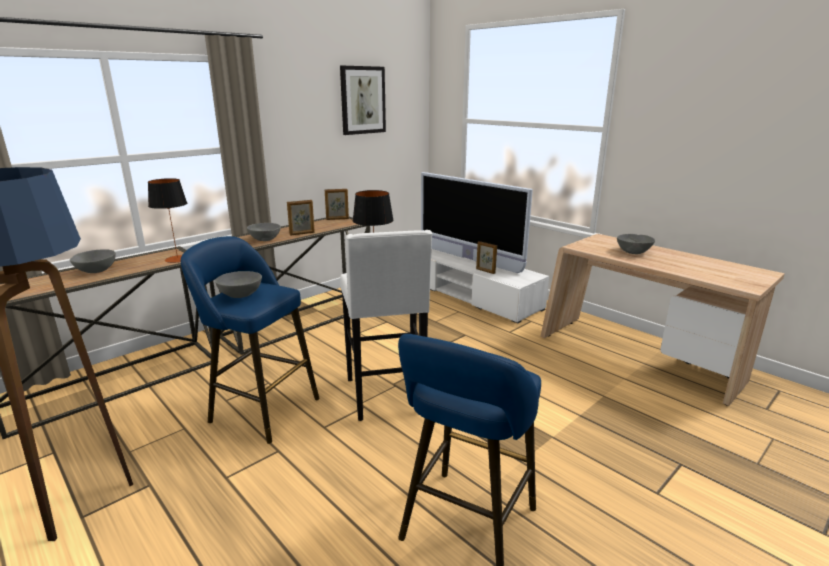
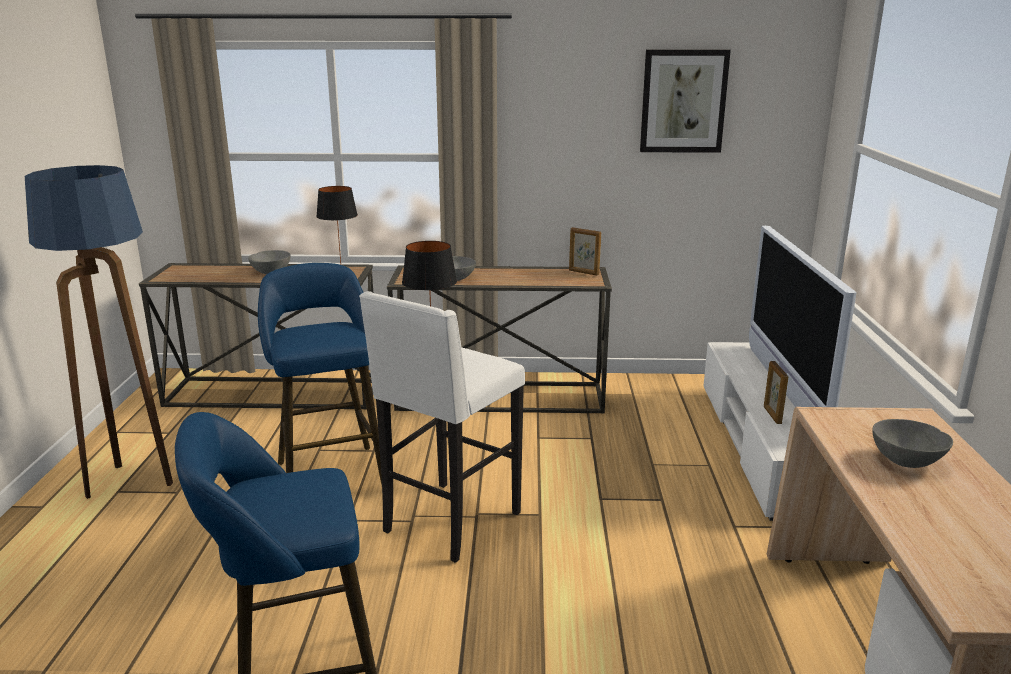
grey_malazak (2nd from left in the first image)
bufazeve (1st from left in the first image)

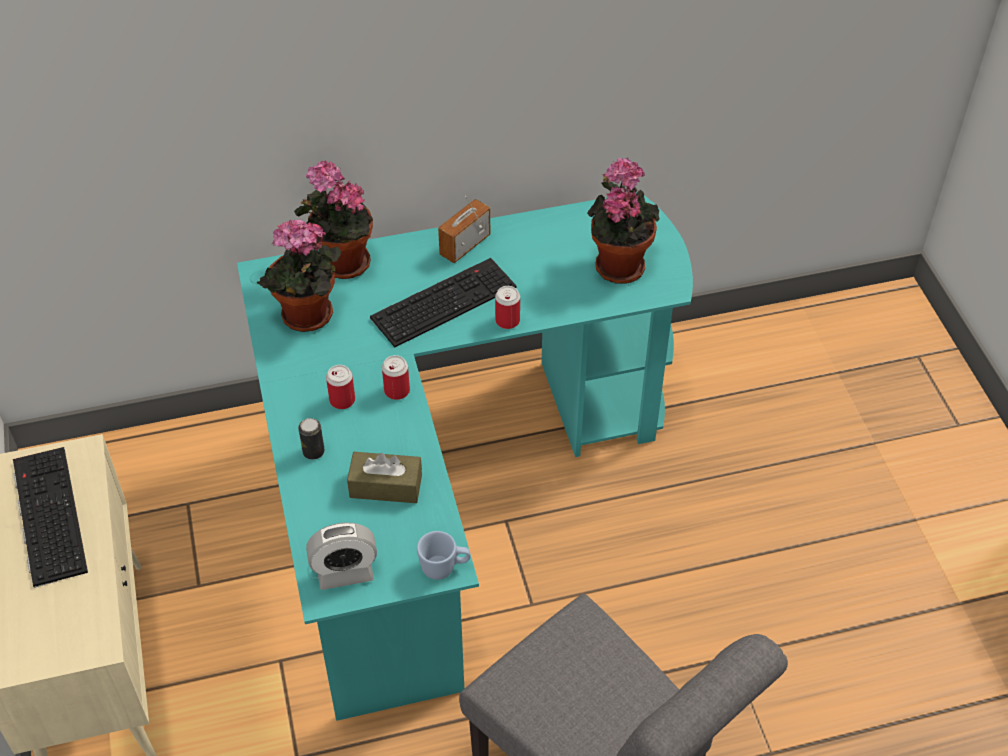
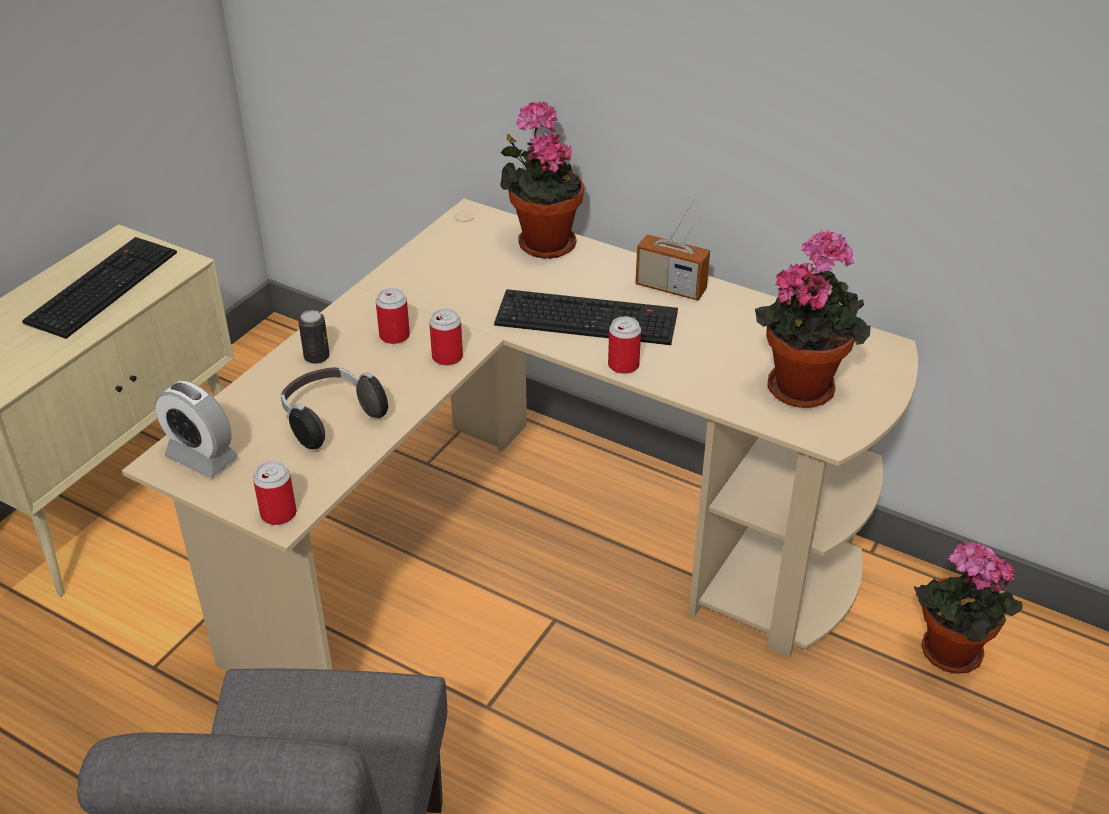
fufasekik (3rd from left)
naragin
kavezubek (1st from left)
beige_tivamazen
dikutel

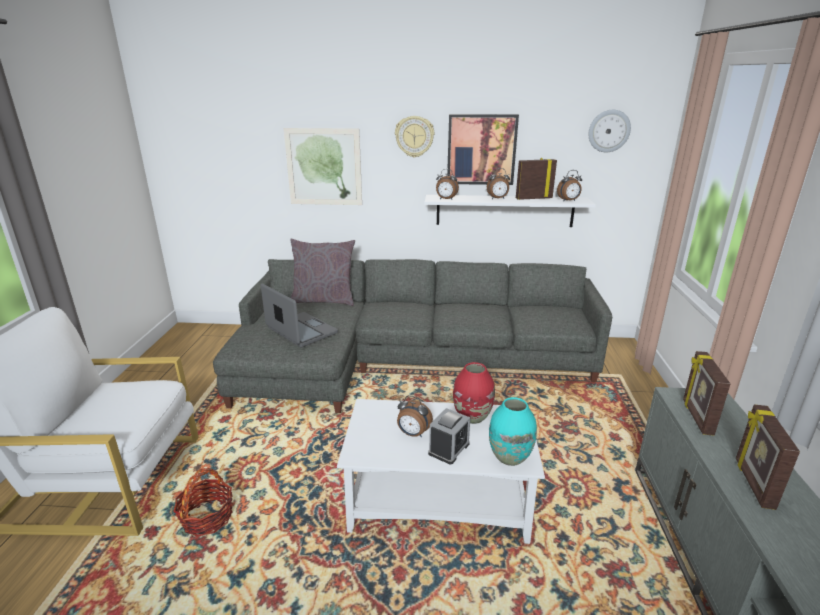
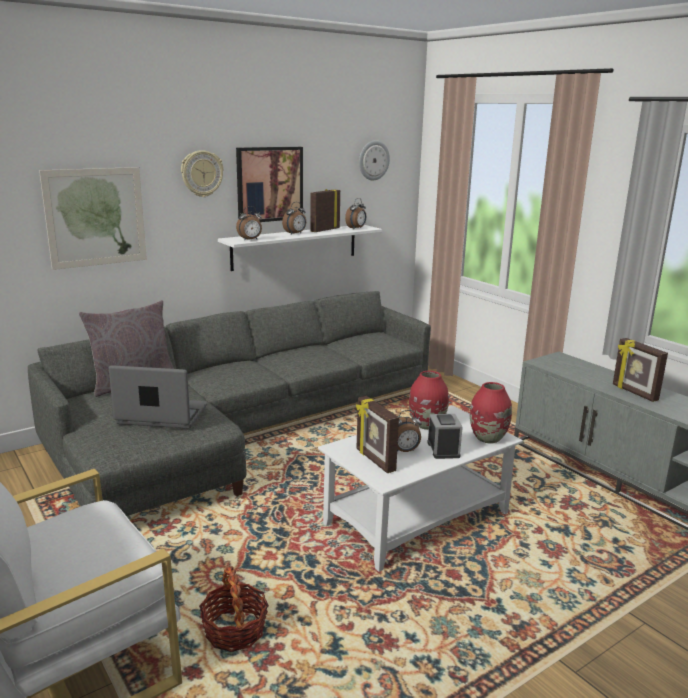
bufazeve (2nd from left)
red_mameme (2nd from left)

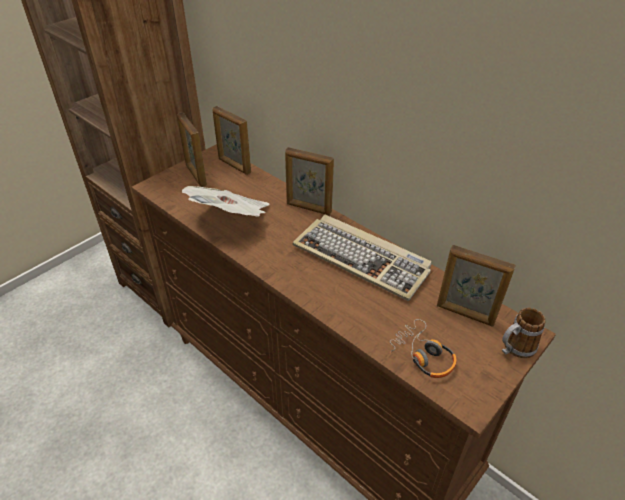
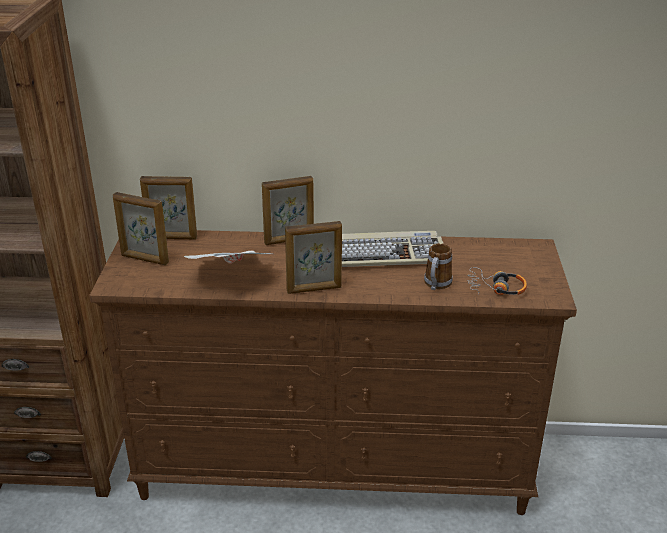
bufazeve (4th from left)
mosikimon

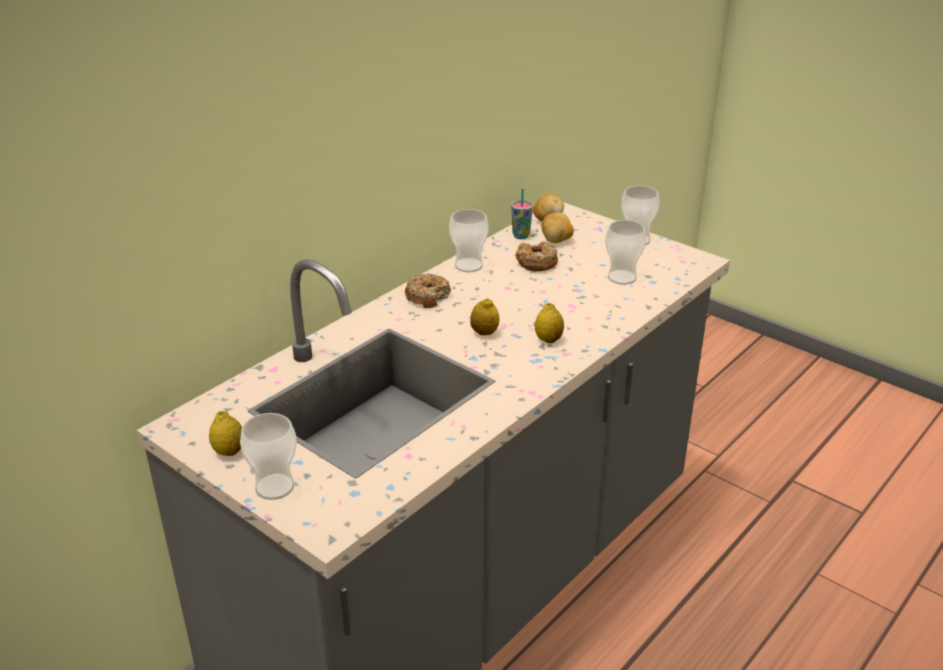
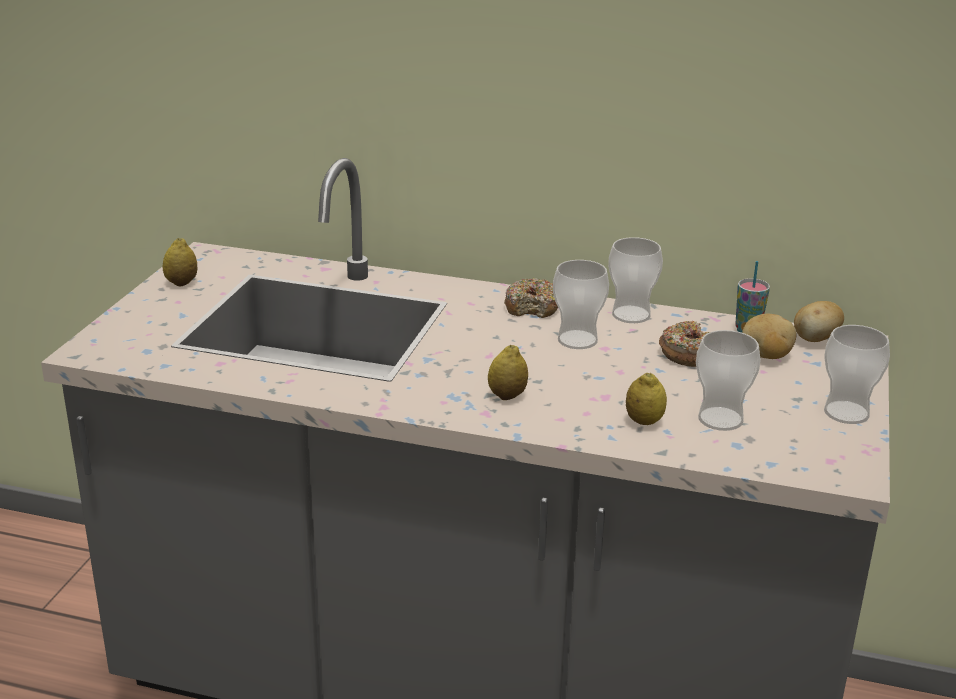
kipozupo (1st from left)
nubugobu (3rd from left)

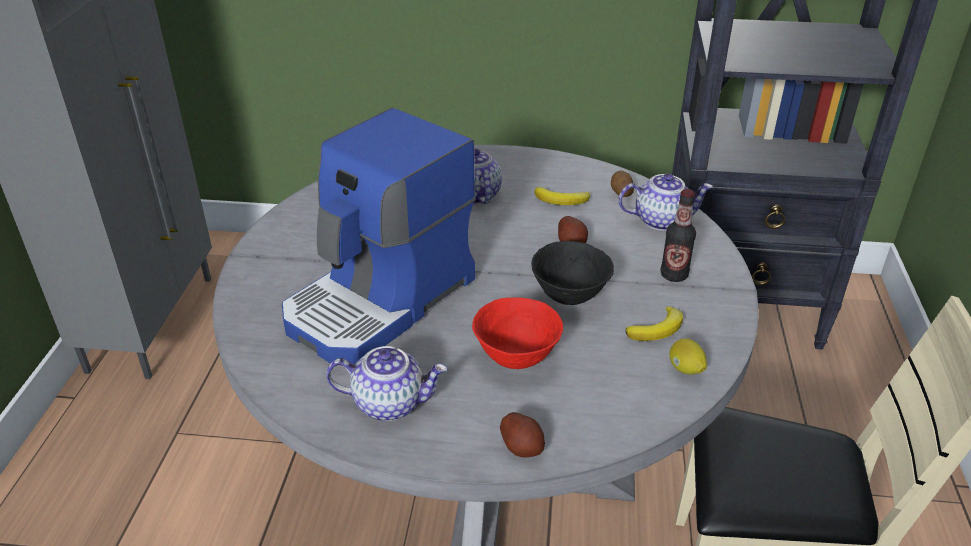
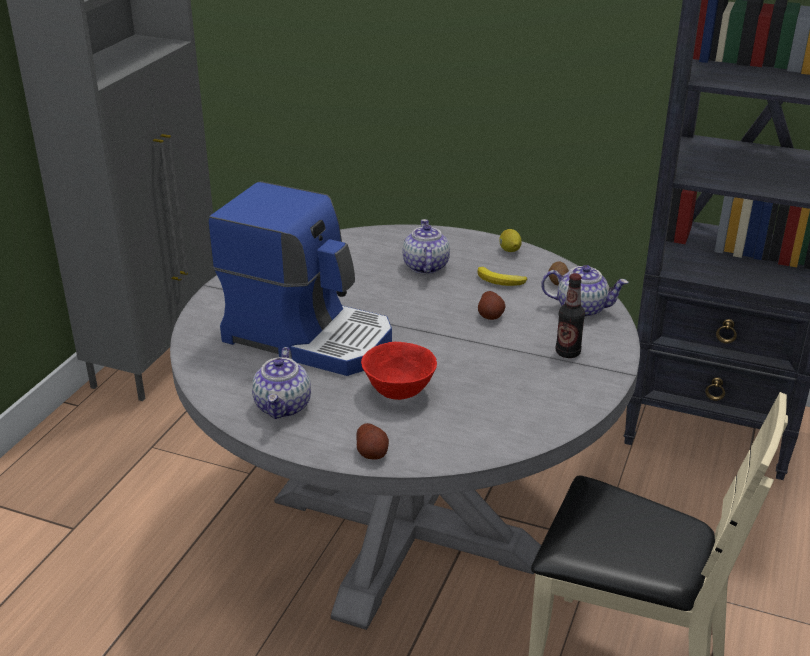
black_malazak
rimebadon (2nd from left in the first image)
nubugobu
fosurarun
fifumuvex (1st from left)

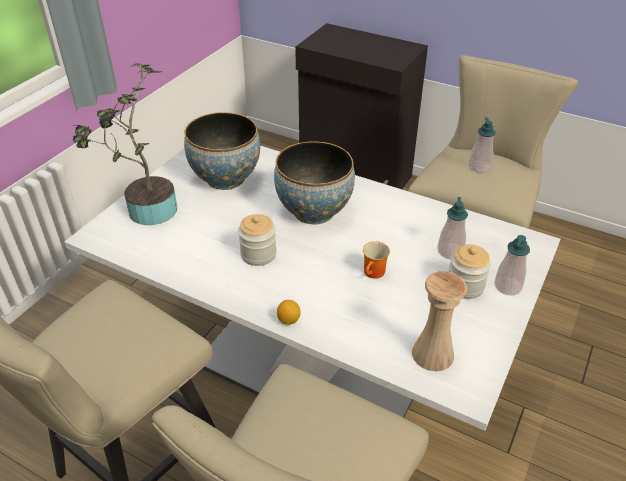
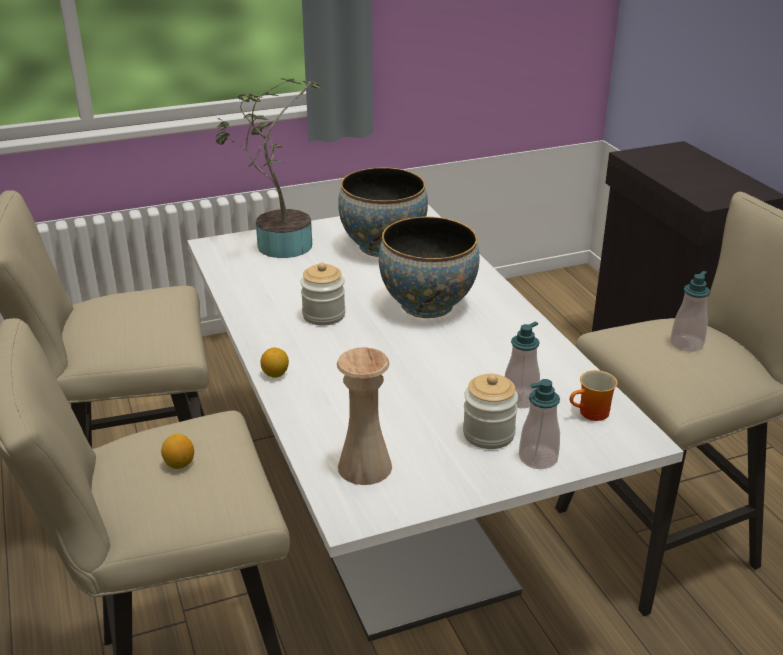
nubugobu (1st from left)
mosikimon

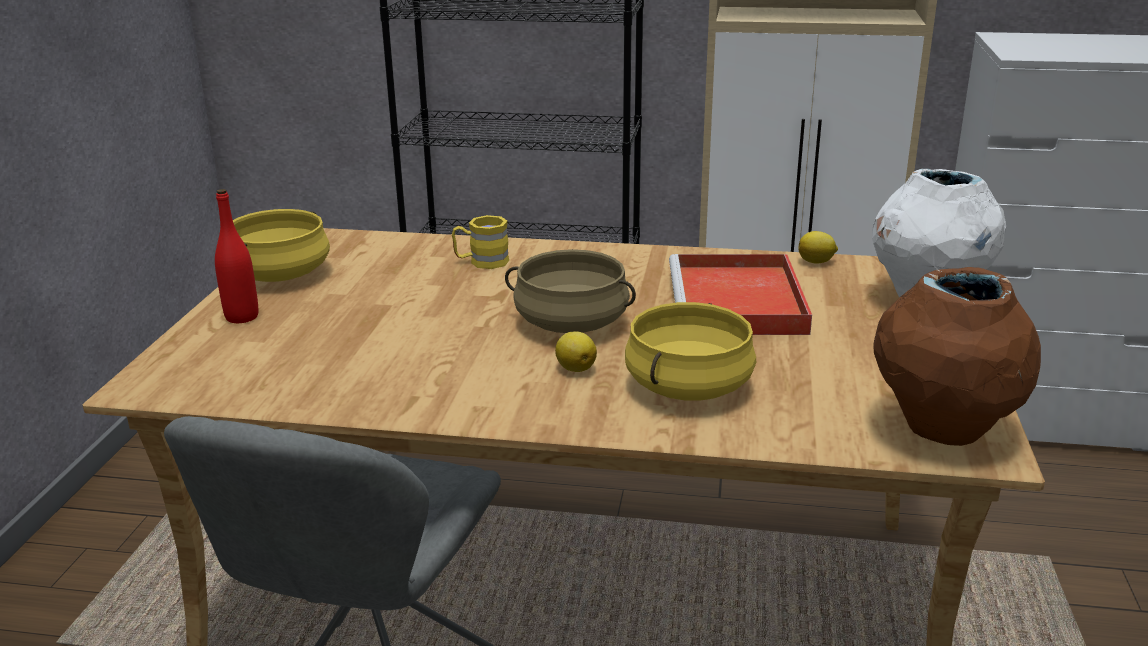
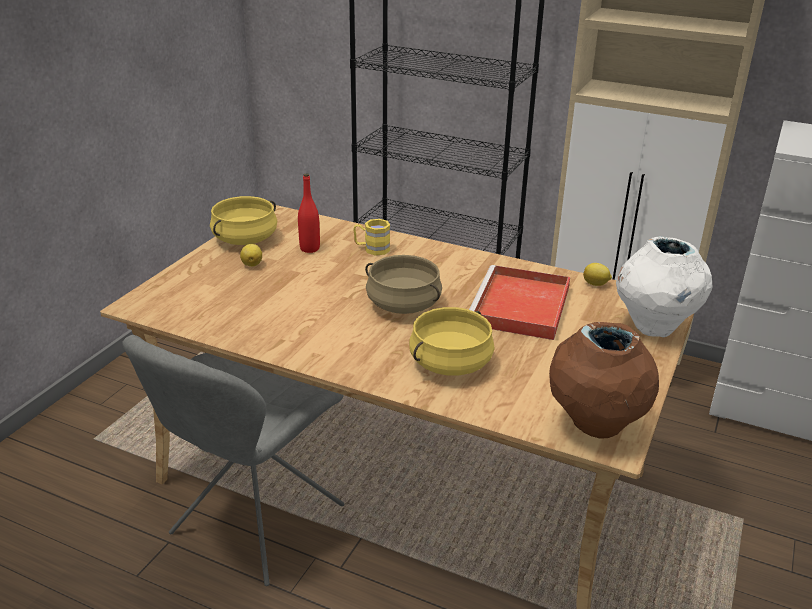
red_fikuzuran
nubugobu (1st from left)

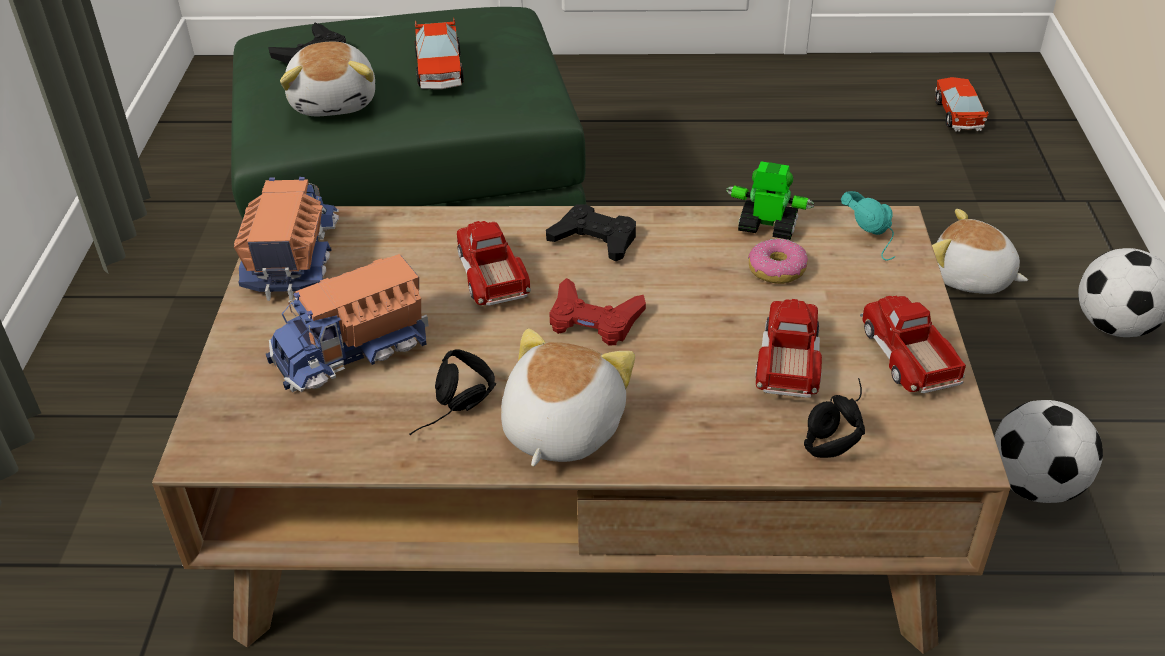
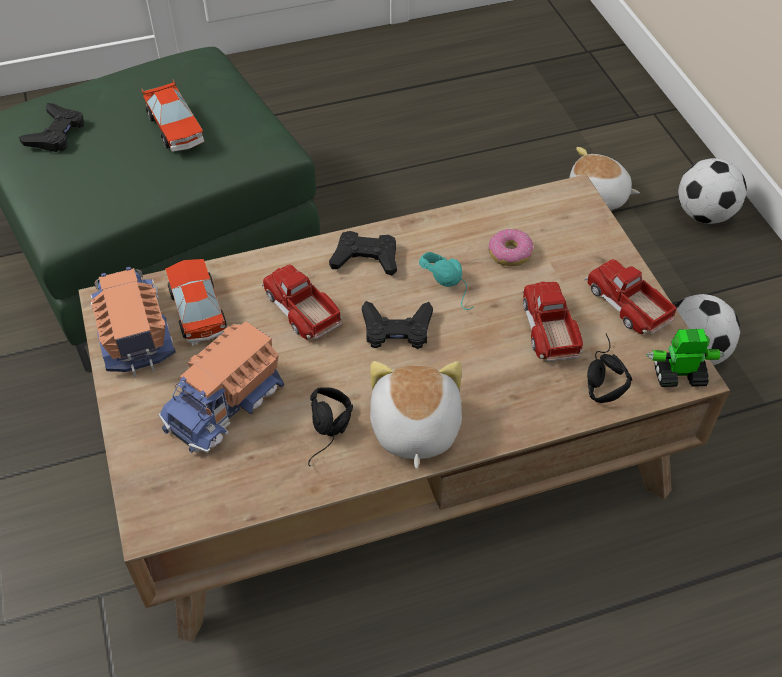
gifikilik (1st from left in the first image)
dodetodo
turquoise_naragin
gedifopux (2nd from left)
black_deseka (3rd from left)

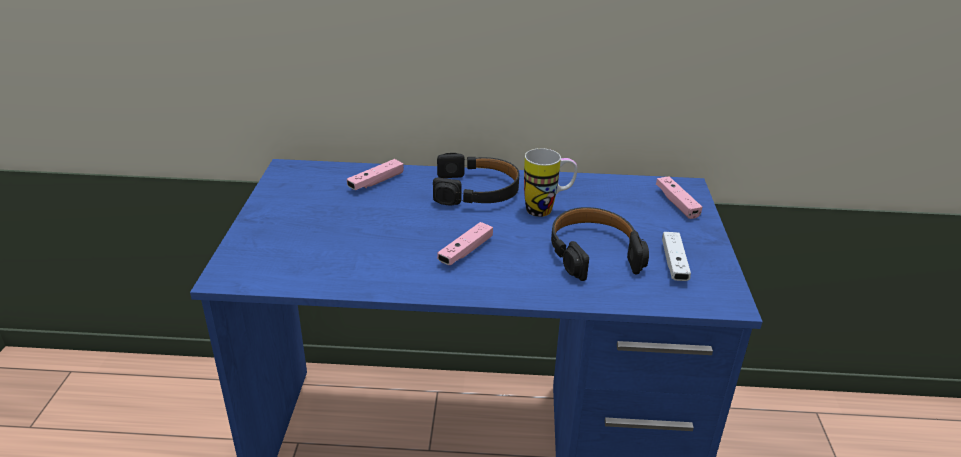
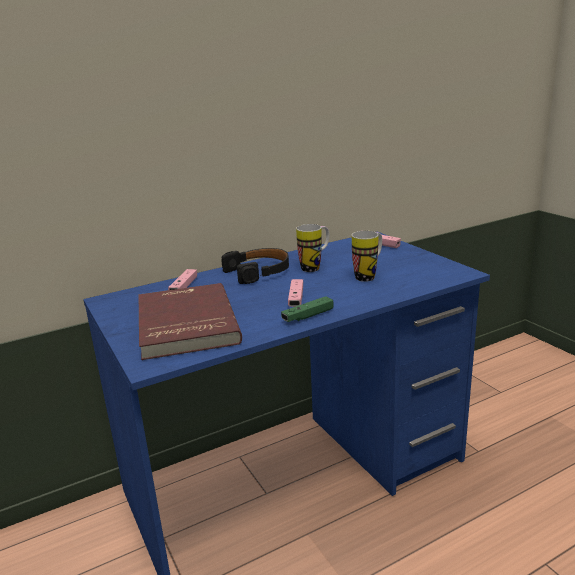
white_deseka
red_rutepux
green_deseka
mosikimon (2nd from left)

